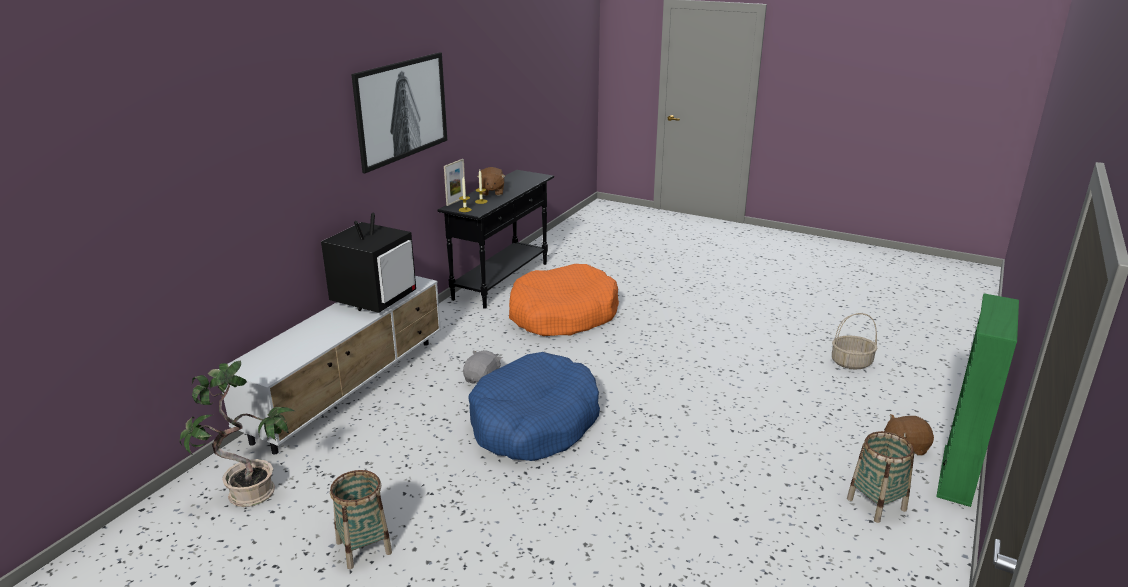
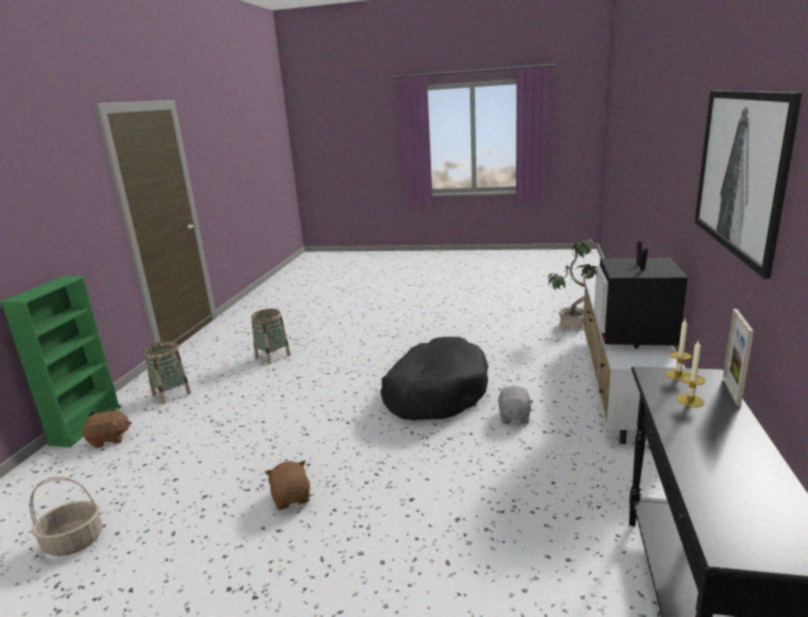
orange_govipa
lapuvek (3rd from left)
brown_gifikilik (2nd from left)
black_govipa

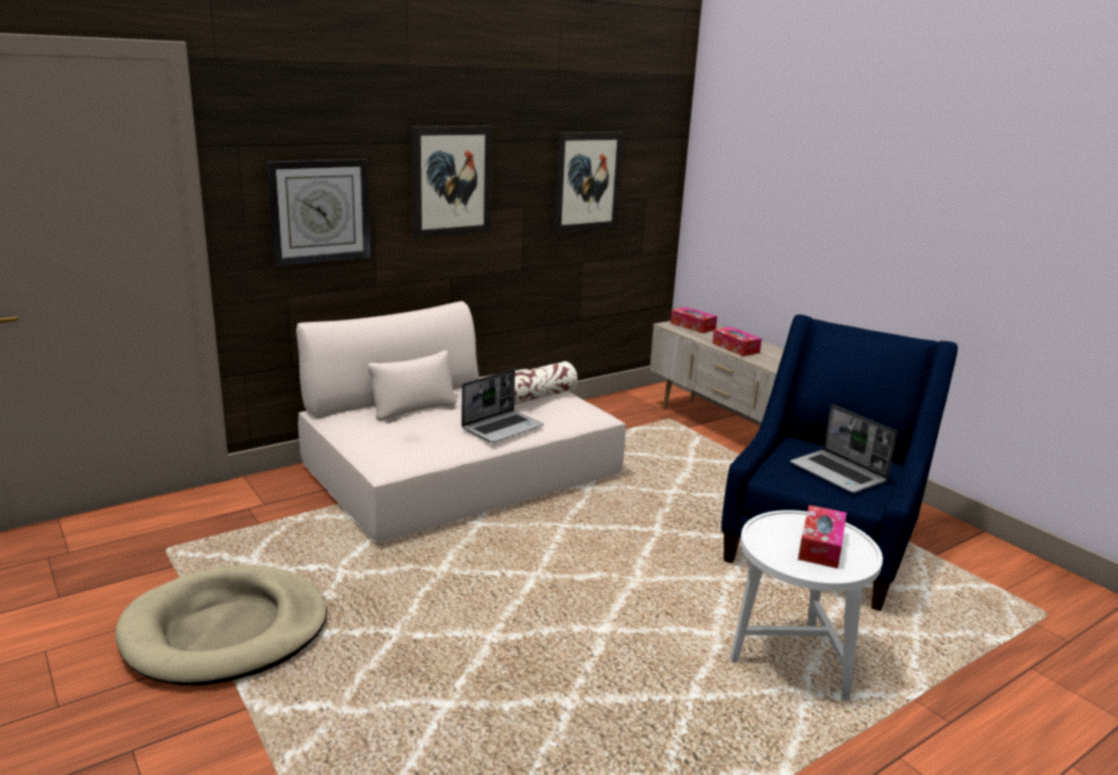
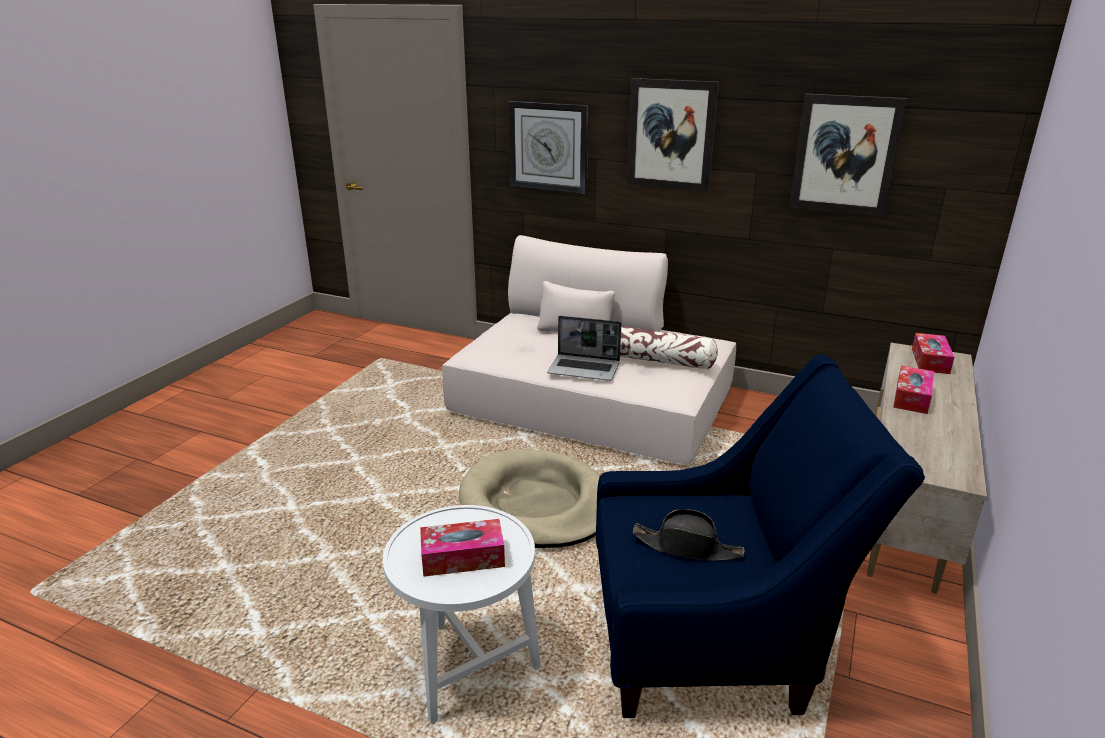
beige_govipa
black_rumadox

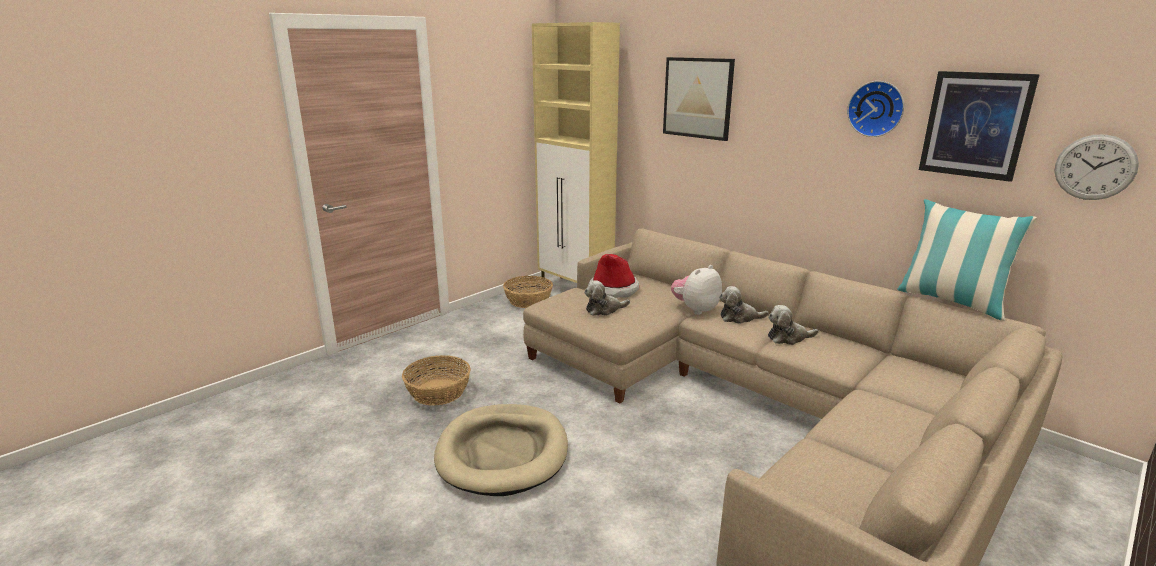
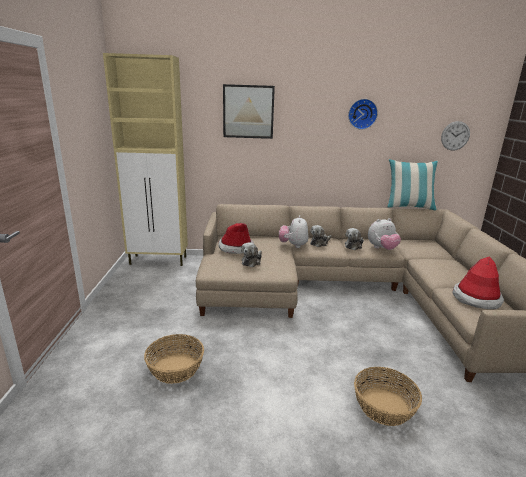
beige_govipa
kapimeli (2nd from left in the first image)
gifikilik (5th from left)
rumadox (2nd from left)
lapuvek (2nd from left)

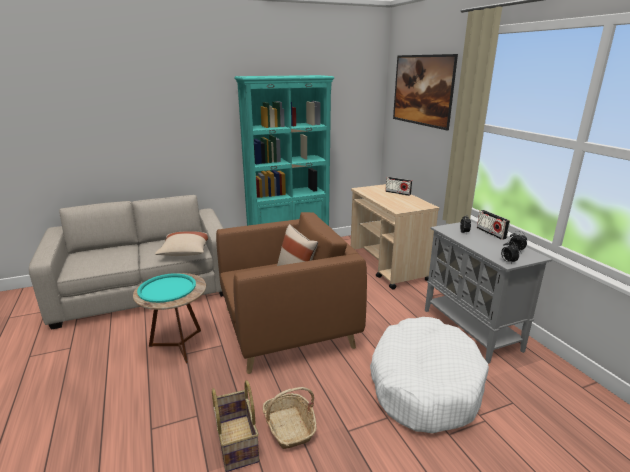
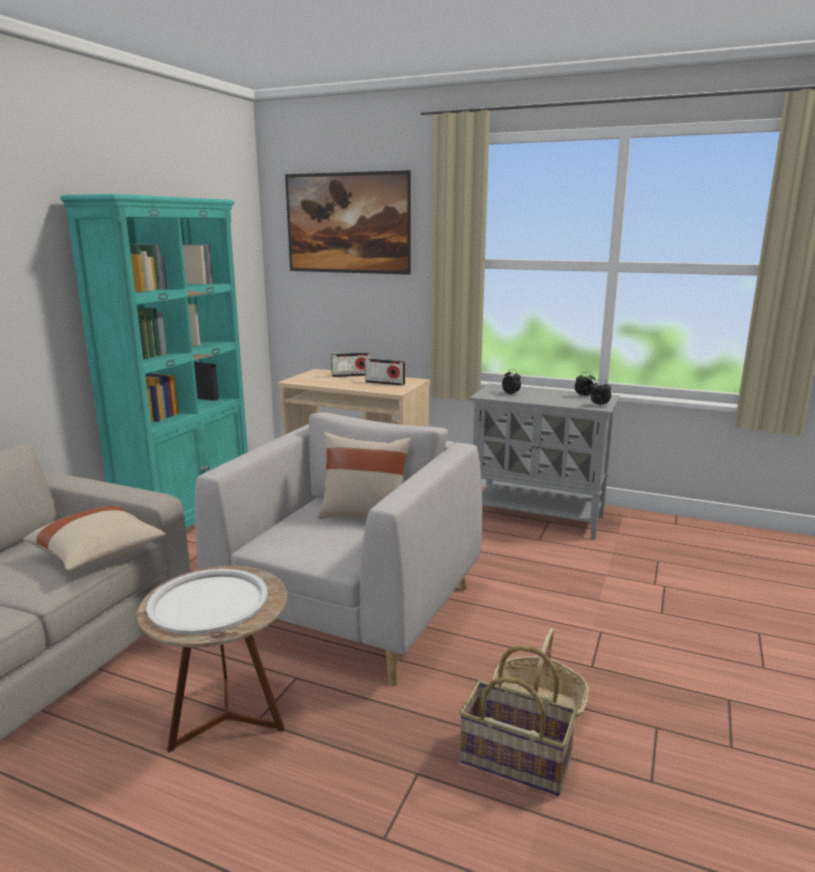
white_govipa
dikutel (2nd from left)
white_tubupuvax
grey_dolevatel

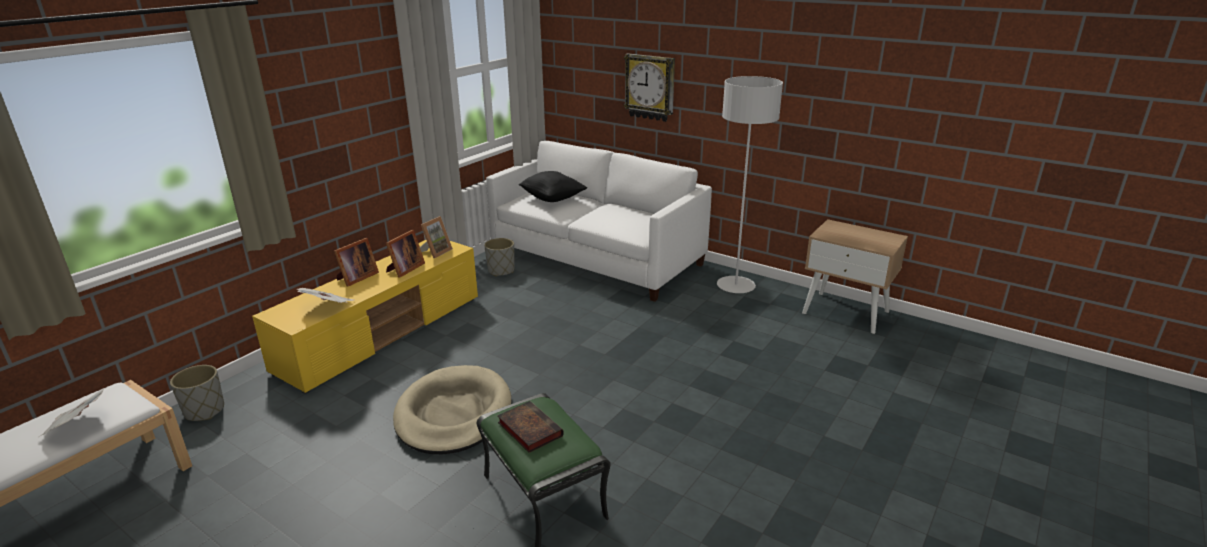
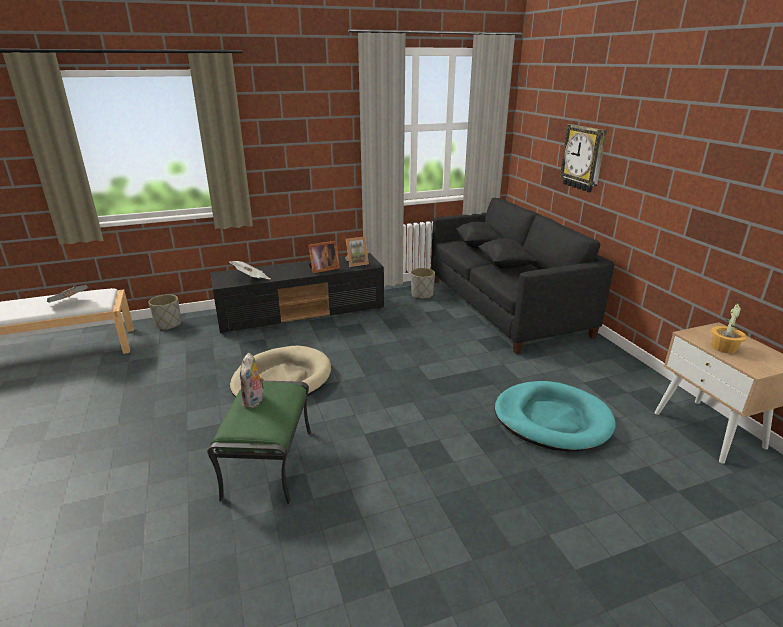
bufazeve (1st from left in the first image)
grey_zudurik
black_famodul (2nd from left)
turquoise_govipa
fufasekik
gifikilik
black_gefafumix
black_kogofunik

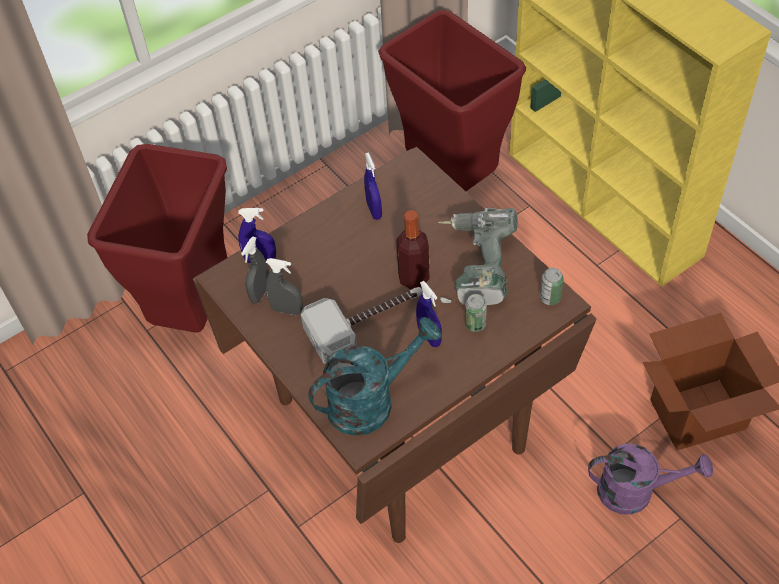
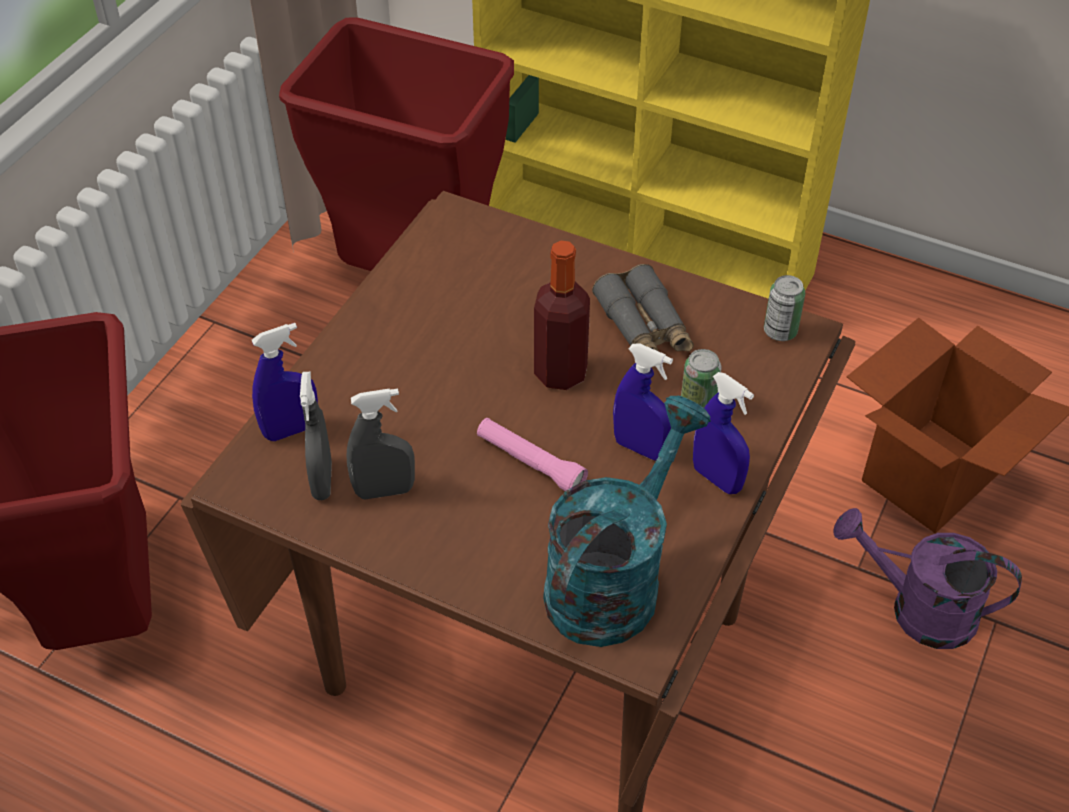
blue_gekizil (3rd from left)
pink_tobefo
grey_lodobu
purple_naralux

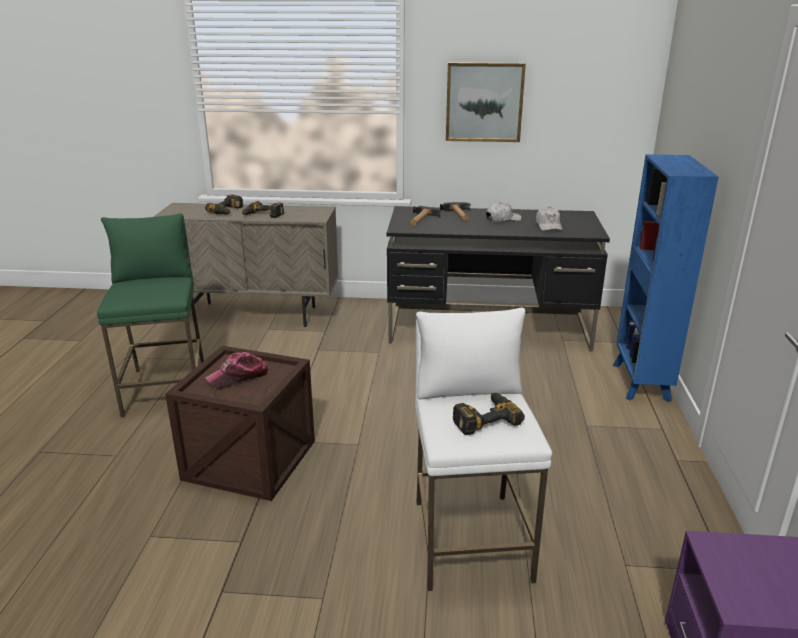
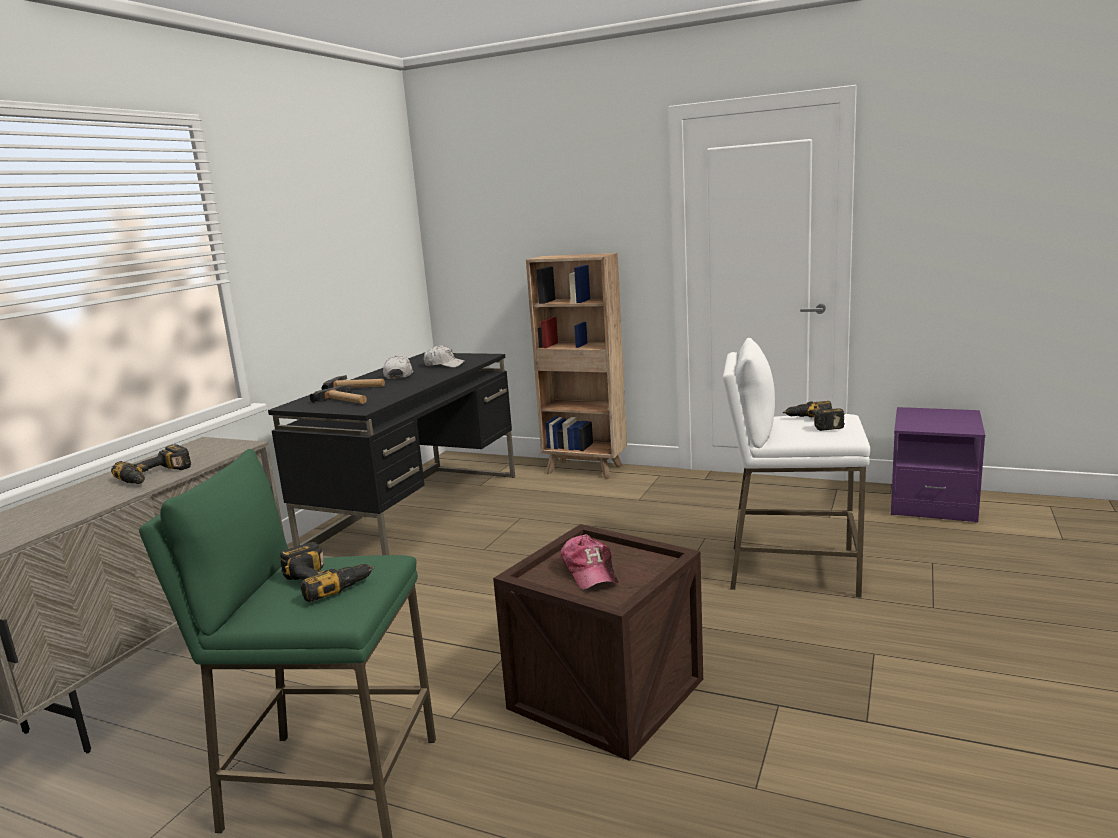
kapimeli
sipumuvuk (2nd from left)
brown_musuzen

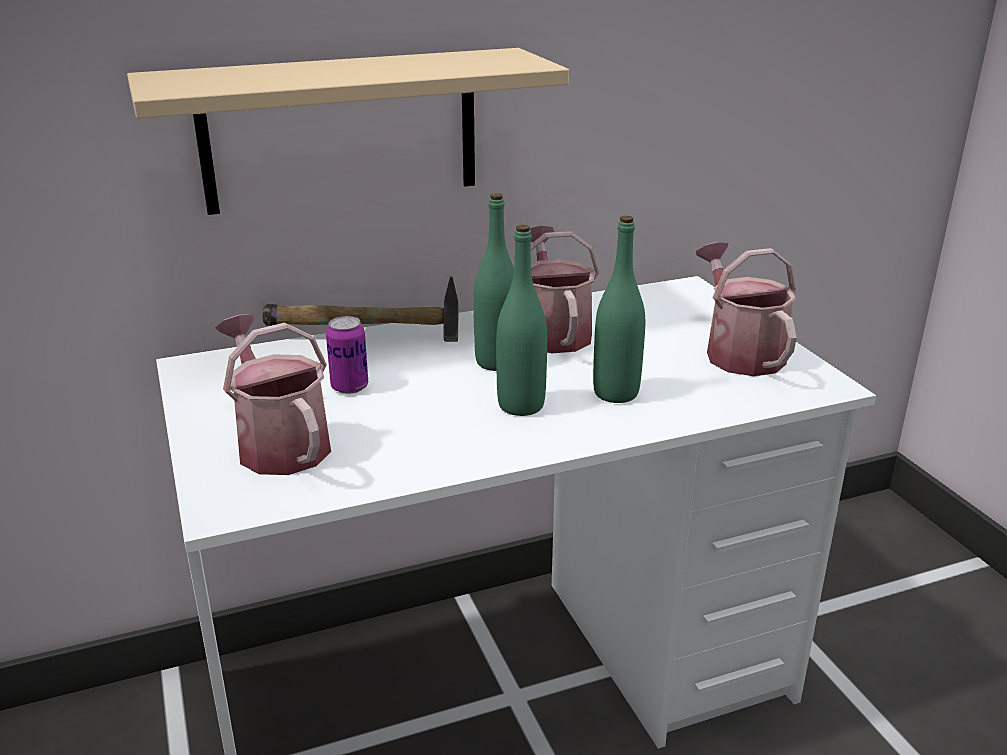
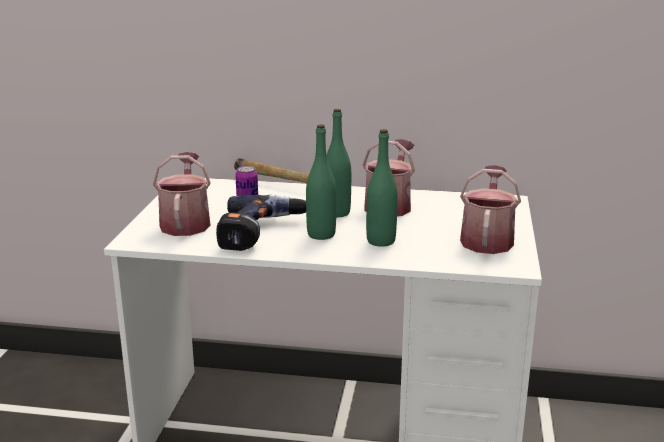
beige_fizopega
sipumuvuk

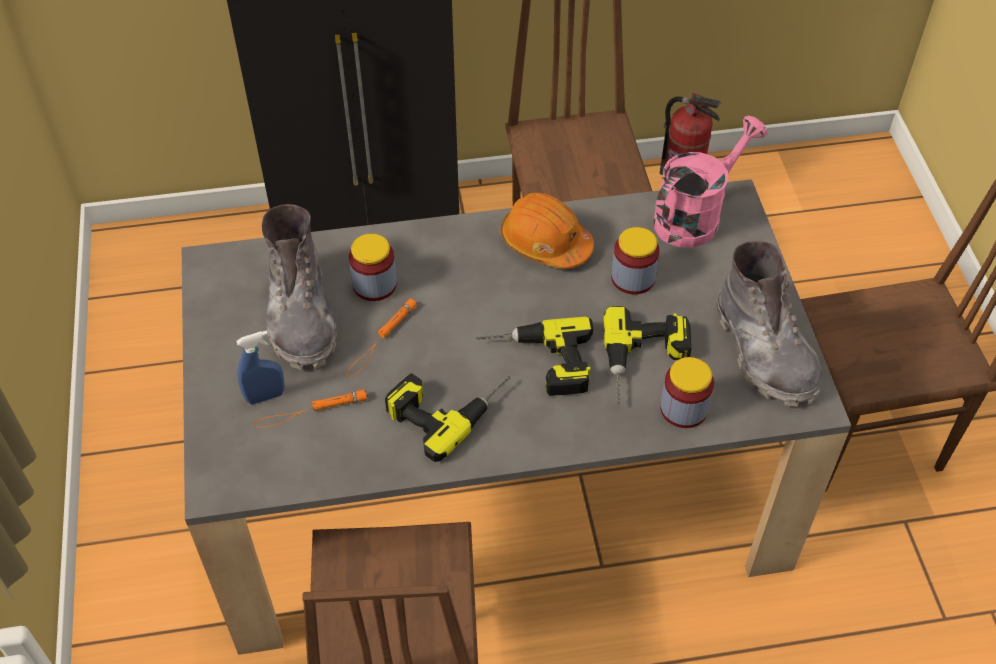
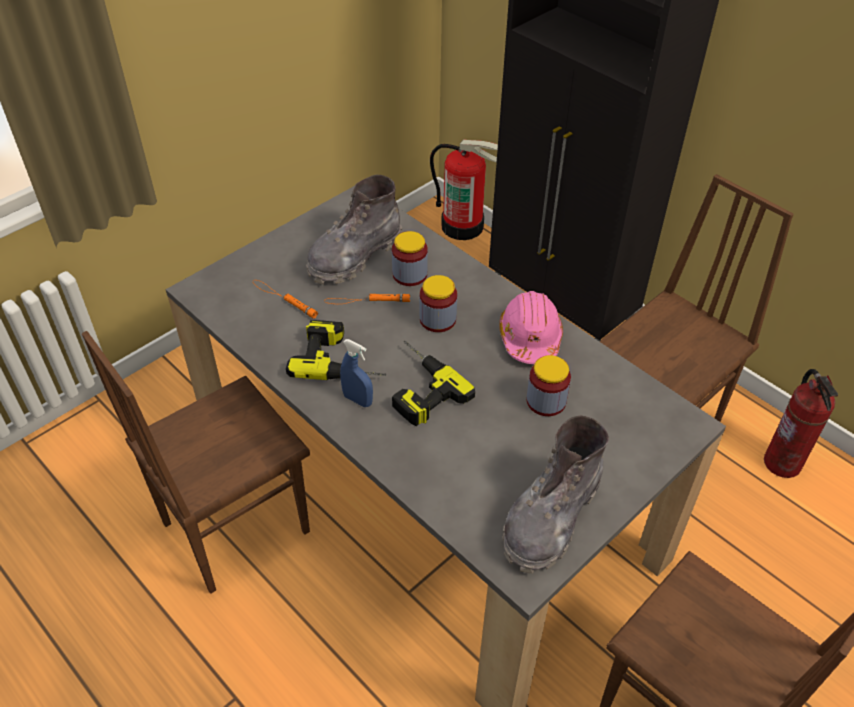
sipumuvuk (3rd from left in the first image)
pink_naralux
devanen (1st from left)
blue_gekizil
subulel (2nd from left)
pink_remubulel

